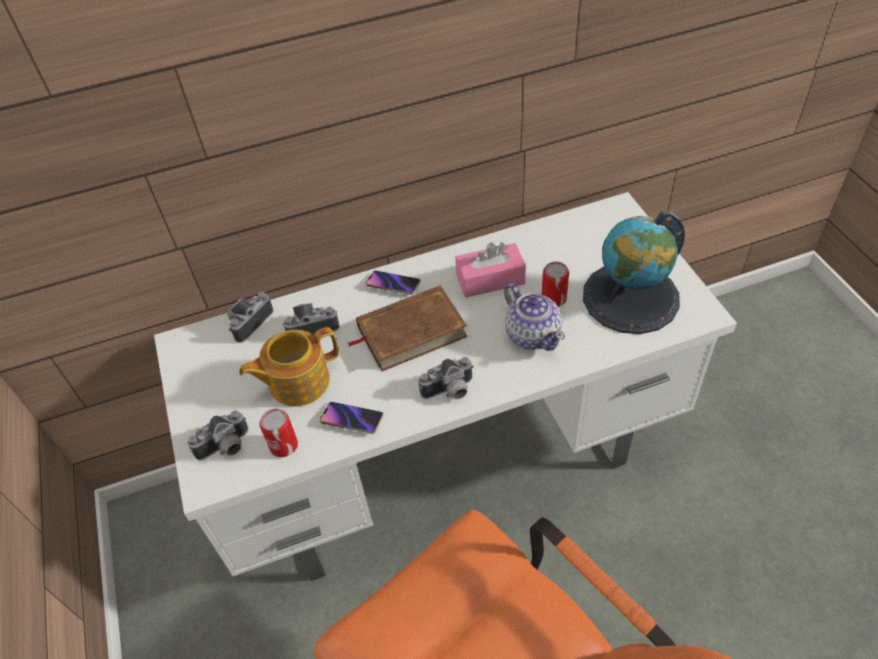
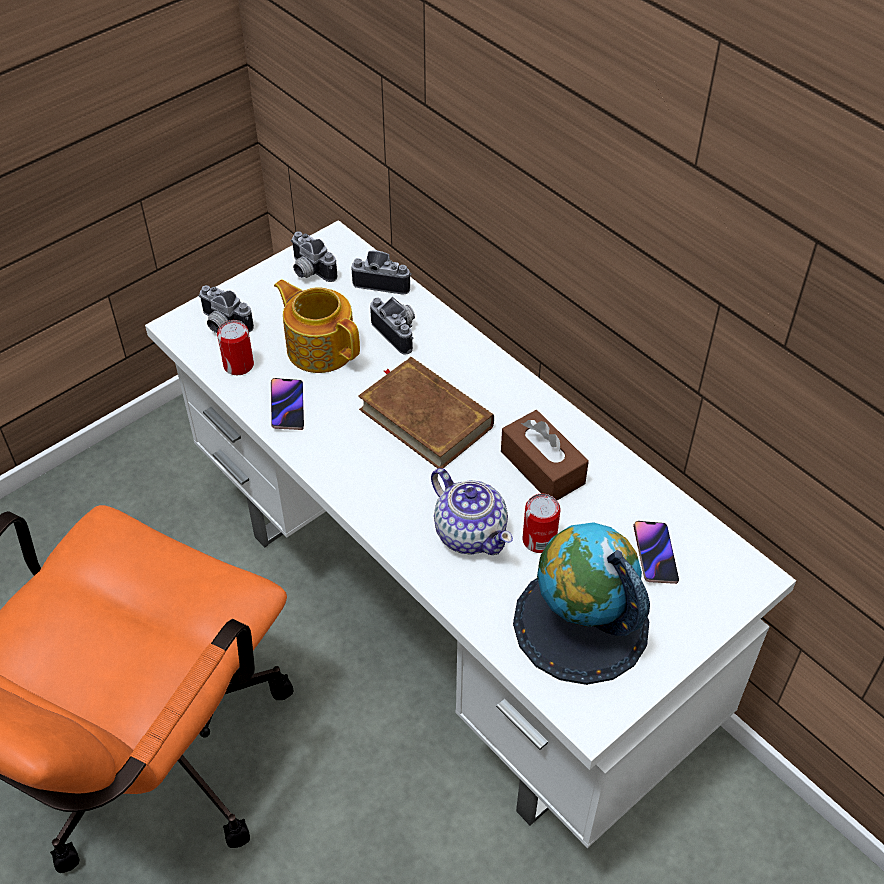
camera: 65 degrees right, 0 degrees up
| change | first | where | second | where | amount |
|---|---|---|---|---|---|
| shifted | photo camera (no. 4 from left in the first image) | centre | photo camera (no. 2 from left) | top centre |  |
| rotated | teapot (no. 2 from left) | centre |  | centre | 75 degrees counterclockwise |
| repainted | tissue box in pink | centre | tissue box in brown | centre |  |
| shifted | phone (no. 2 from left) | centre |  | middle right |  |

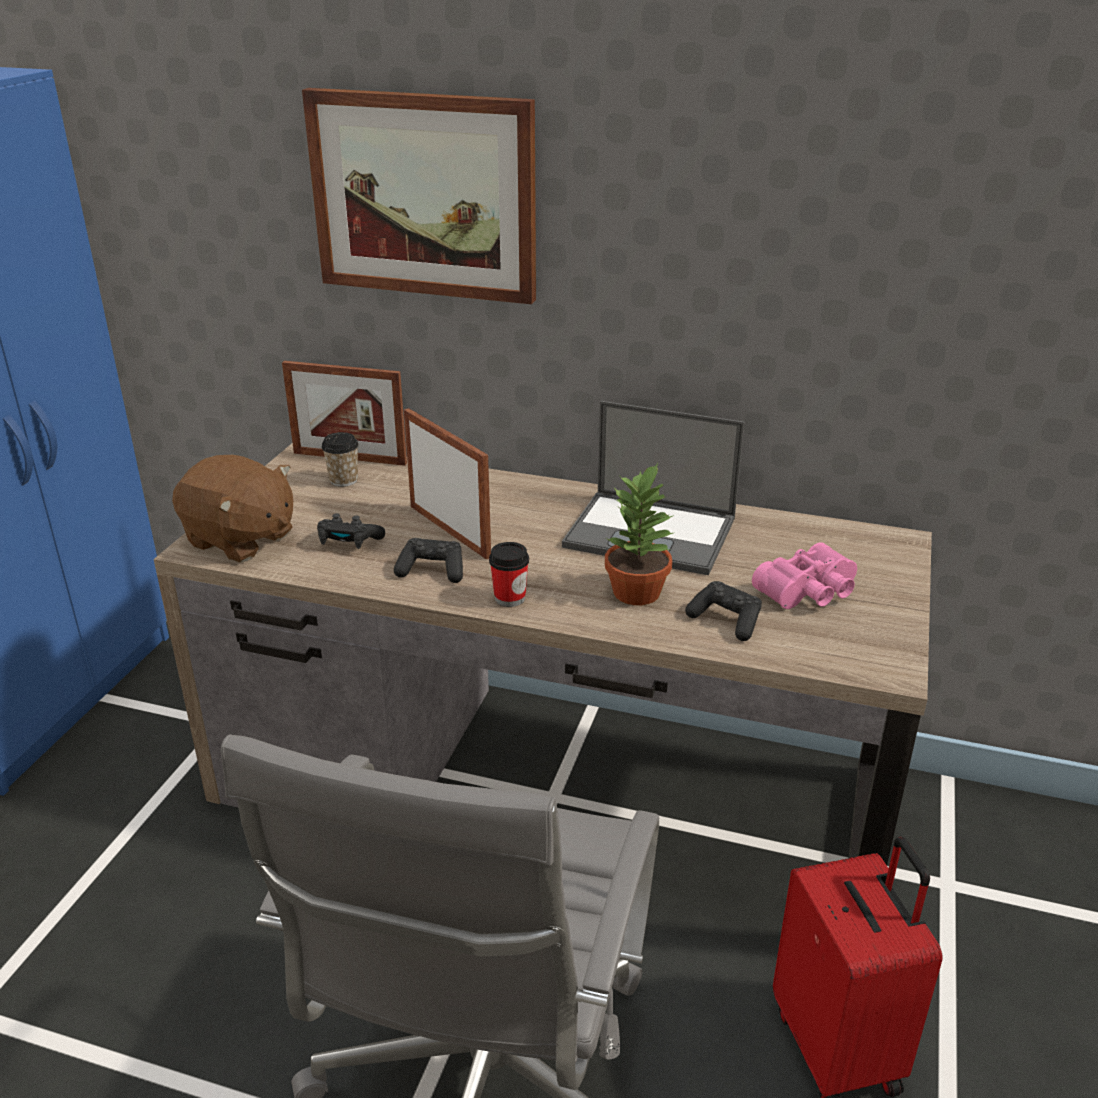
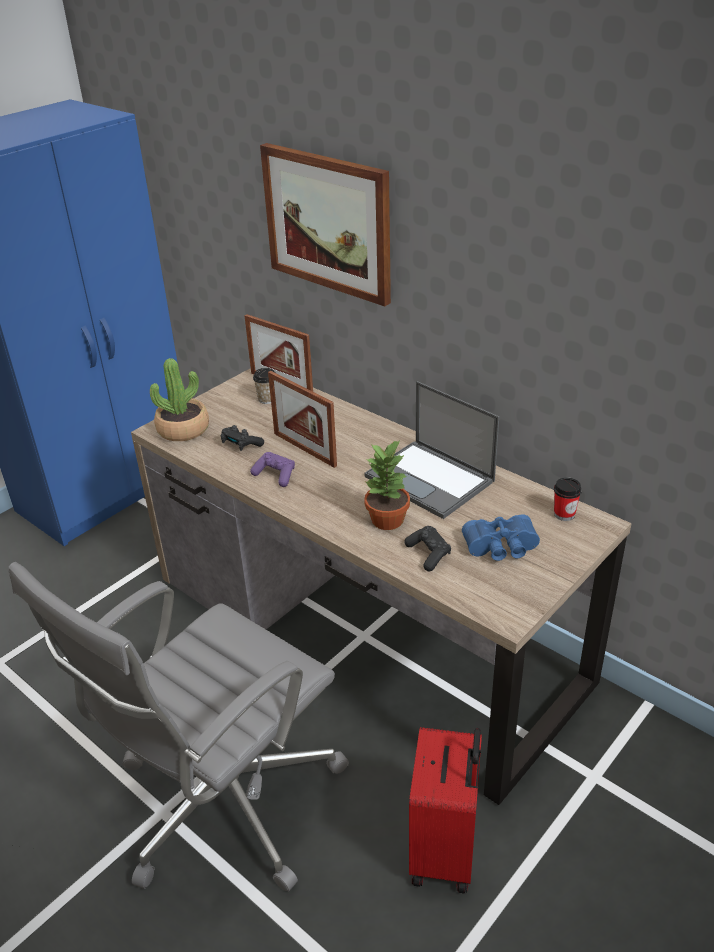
camera: 25 degrees right, 5 degrees up
| change | first | where | second | where | amount |
|---|---|---|---|---|---|
| swapped | plush toy in brown | middle left | potted plant (no. 1 from left) | middle left |  |
| repainted | game controller in black (no. 2 from left) | centre | game controller in purple | centre |  |
| rotated | picture frame (no. 2 from left) | centre |  | centre | 150 degrees clockwise |
| repainted | binoculars in pink | middle right | binoculars in blue | middle right |  |
| shifted | cup (no. 2 from left) | centre |  | middle right |  |

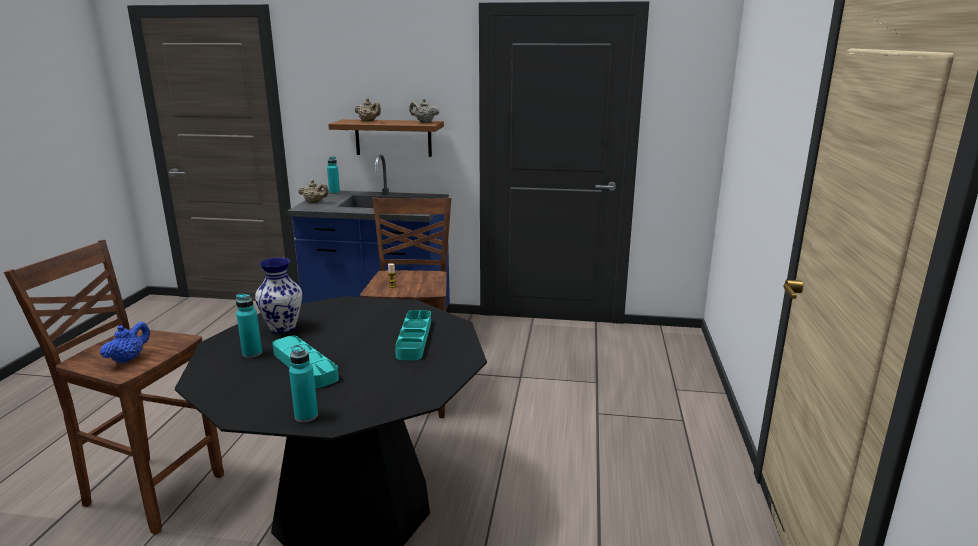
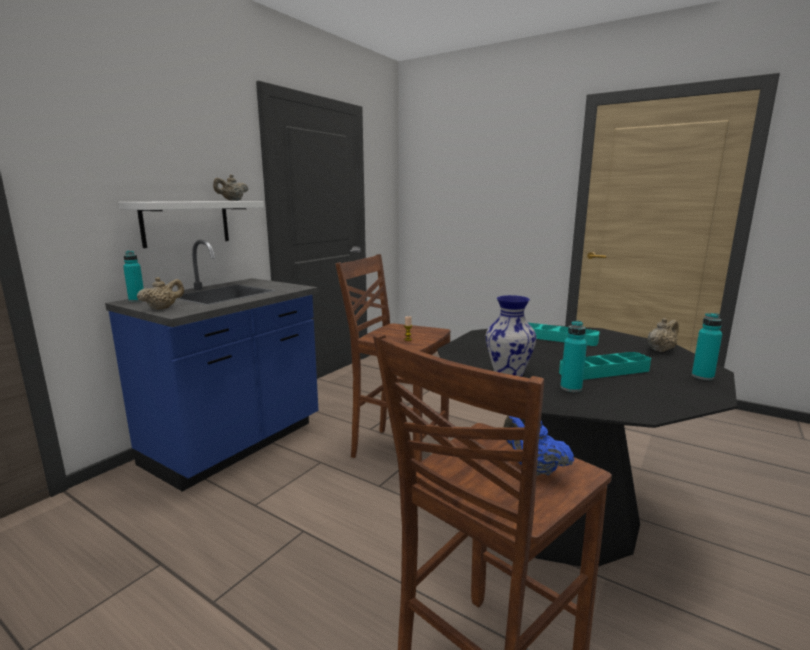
camera: 65 degrees left, 5 degrees down
| change | first | where | second | where | amount |
|---|---|---|---|---|---|
| repainted | shelf in brown | top centre | shelf in white | middle left |  |
| shifted | teapot in beige (no. 2 from left in the first image) | top centre | teapot in beige (no. 3 from left) | middle right |  |

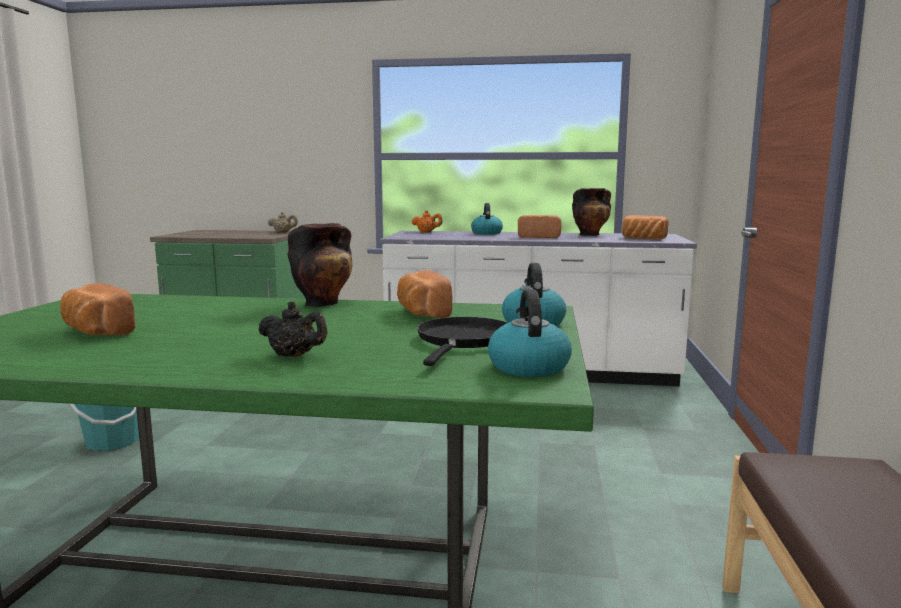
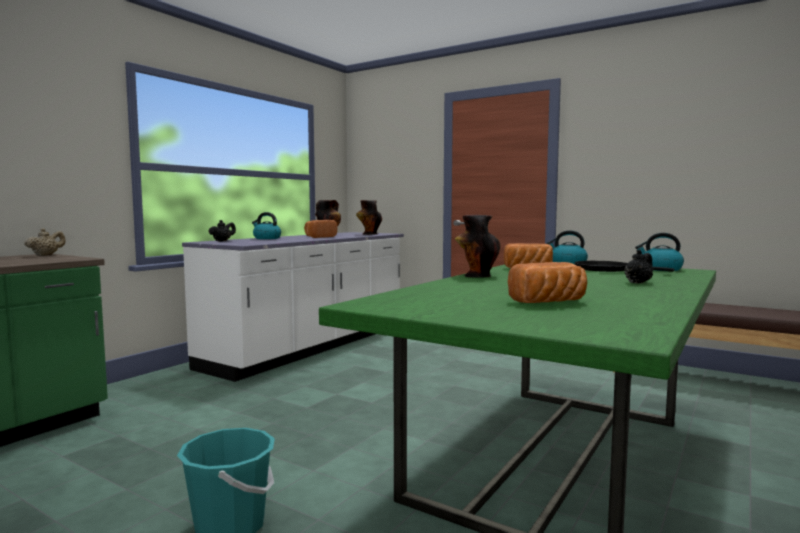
camera: 65 degrees left, 5 degrees down
| change | first | where | second | where | amount |
|---|---|---|---|---|---|
| repainted | teapot in orange | centre | teapot in black (no. 1 from left) | middle left |  |
| swapped | bread (no. 4 from left) | middle right | vase (no. 2 from left) | centre |  |

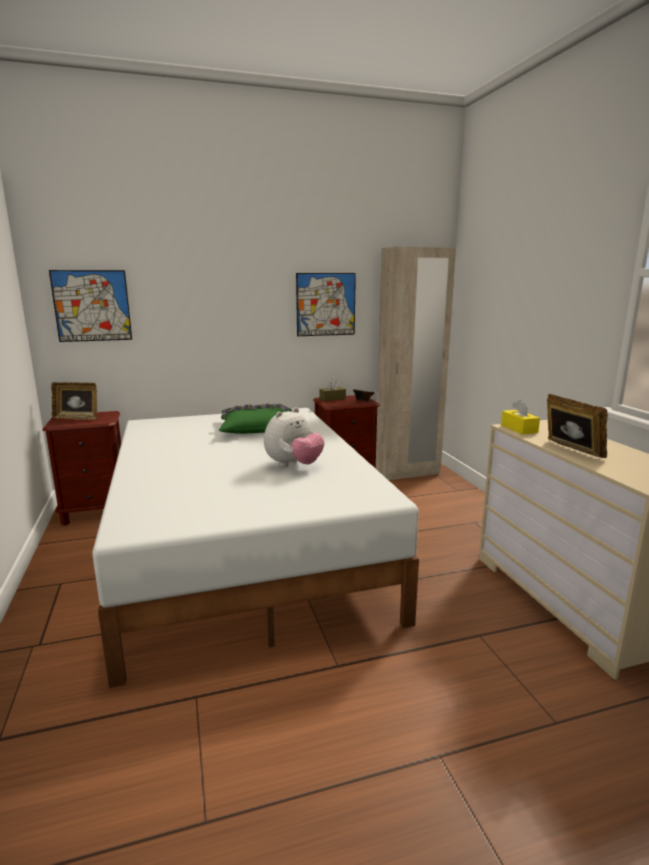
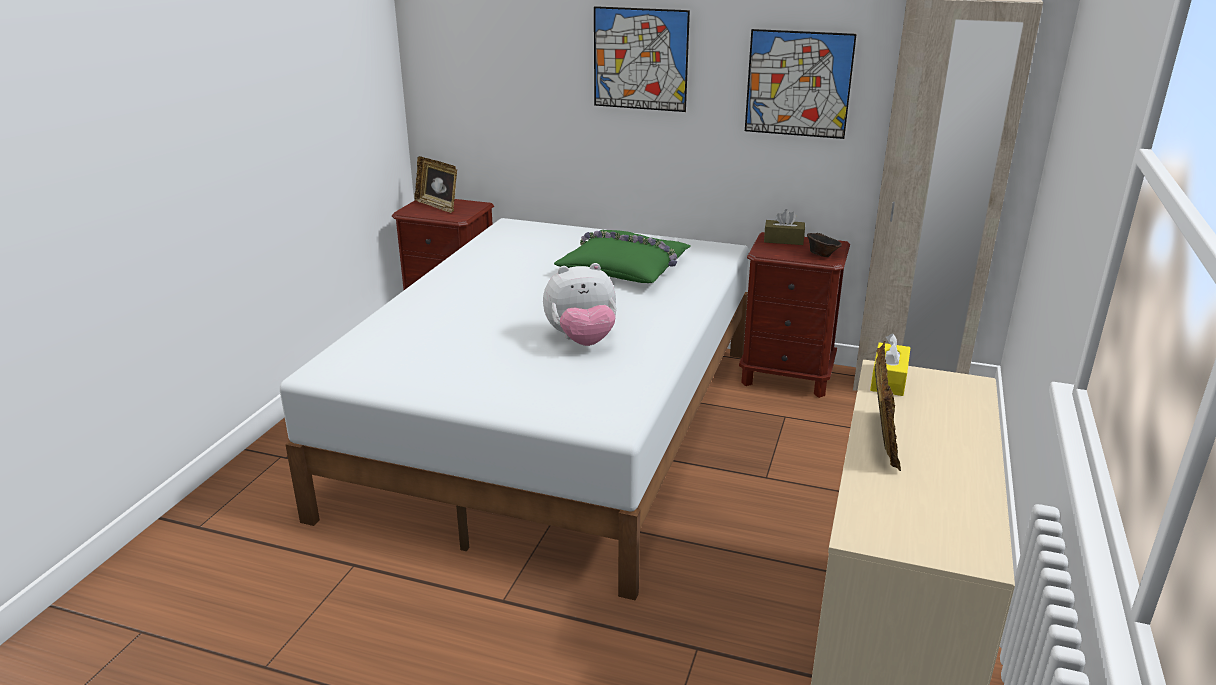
camera: 35 degrees right, 10 degrees up
| change | first | where | second | where | amount |
|---|---|---|---|---|---|
| shifted | picture (no. 1 from left) | middle left |  | top centre |  |

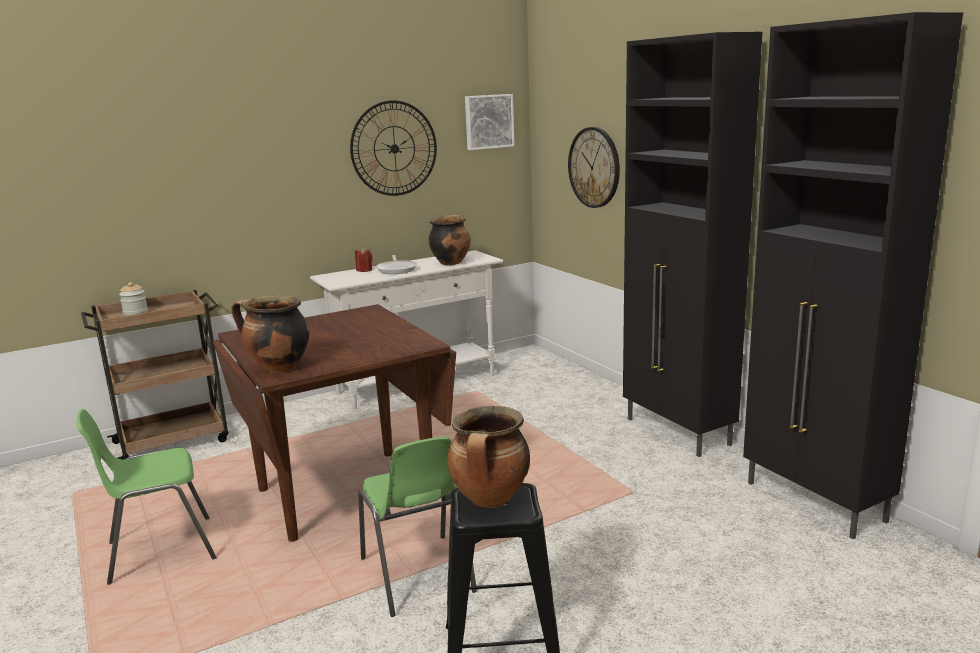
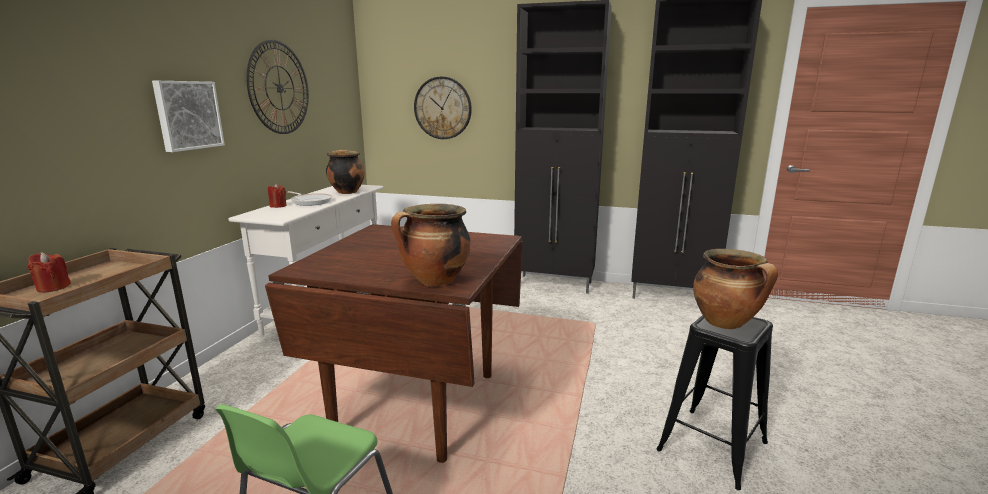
camera: 45 degrees left, 0 degrees up
| change | first | where | second | where | amount |
|---|---|---|---|---|---|
| swapped | jar | middle left | candle in red (no. 1 from left) | middle left |  |
| shifted | picture | top centre |  | top left |  |
| gone | chair in green (no. 2 from left) | bottom centre |  |  |  |

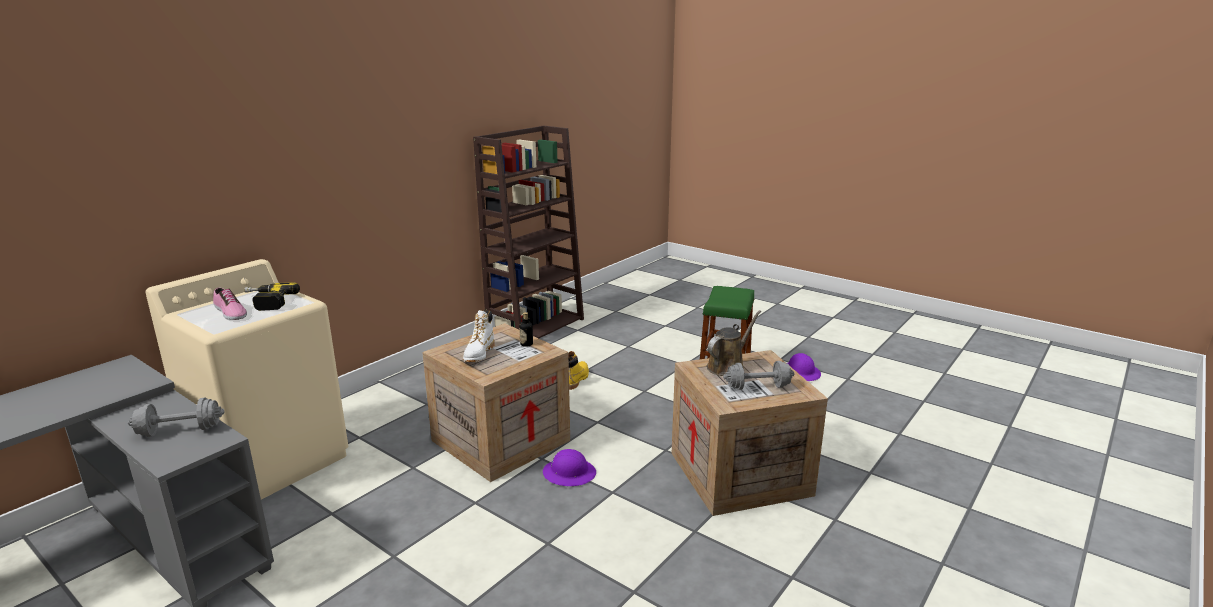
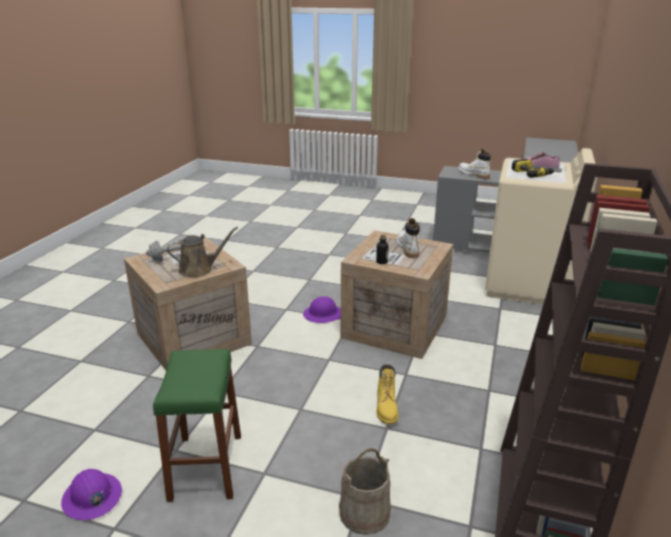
camera: 160 degrees right, 5 degrees up
| change | first | where | second | where | amount |
|---|---|---|---|---|---|
| rotated | watering can in brown | centre |  | middle left | 135 degrees counterclockwise |
| new |  |  | bucket in beige | bottom centre |  |
| swapped | dumbbell in grey (no. 1 from left) | bottom left | boot in white (no. 2 from left) | top right |  |

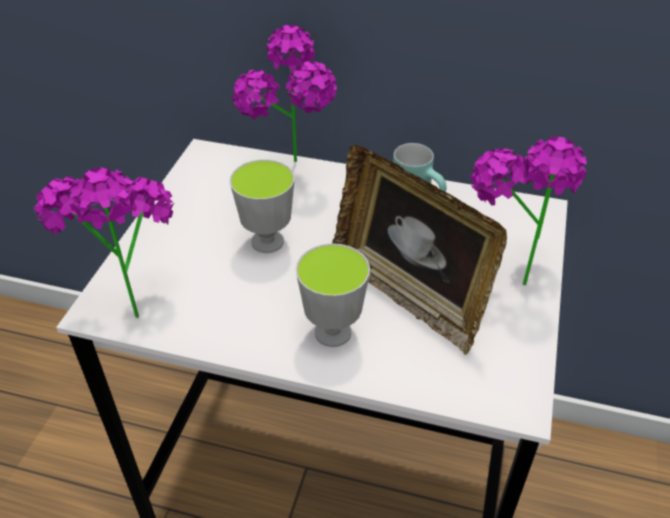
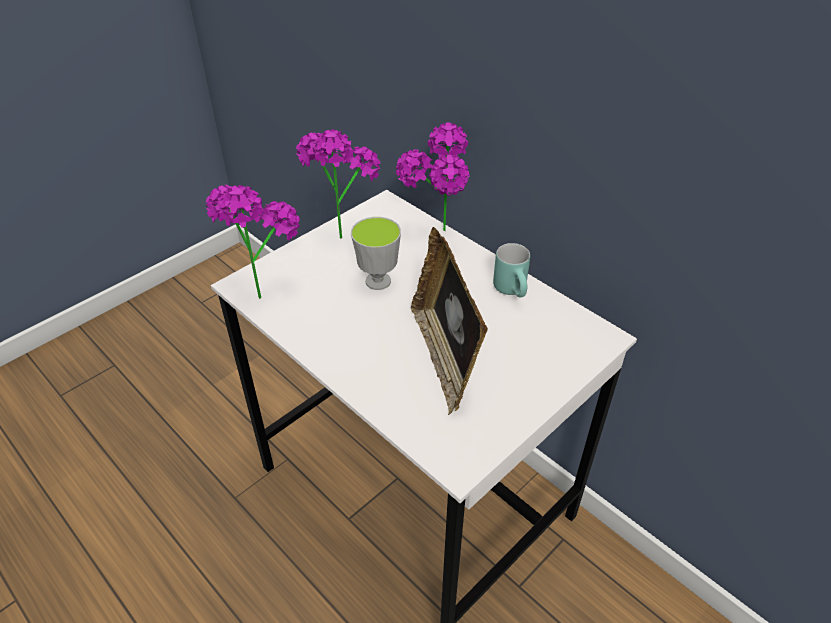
camera: 30 degrees right, 0 degrees up
| change | first | where | second | where | amount |
|---|---|---|---|---|---|
| shifted | potted plant (no. 3 from left in the first image) | middle right | potted plant (no. 2 from left) | top centre |  |
| gone | cup (no. 2 from left) | centre |  |  |  |

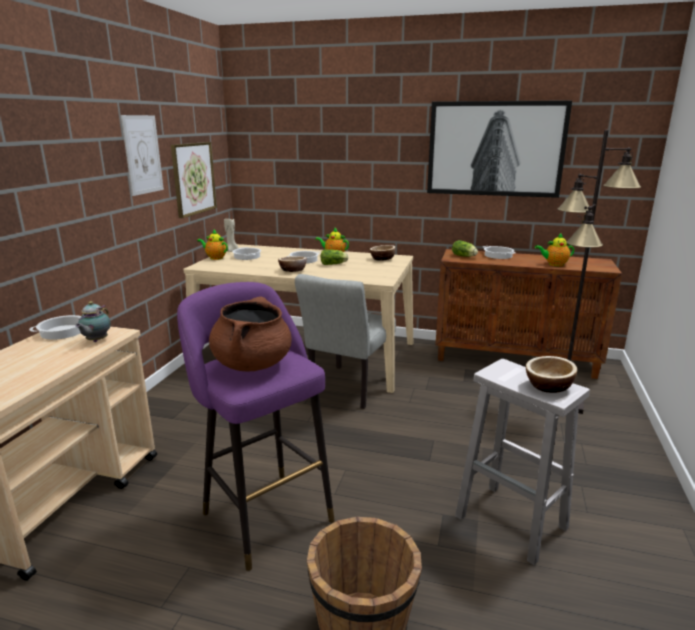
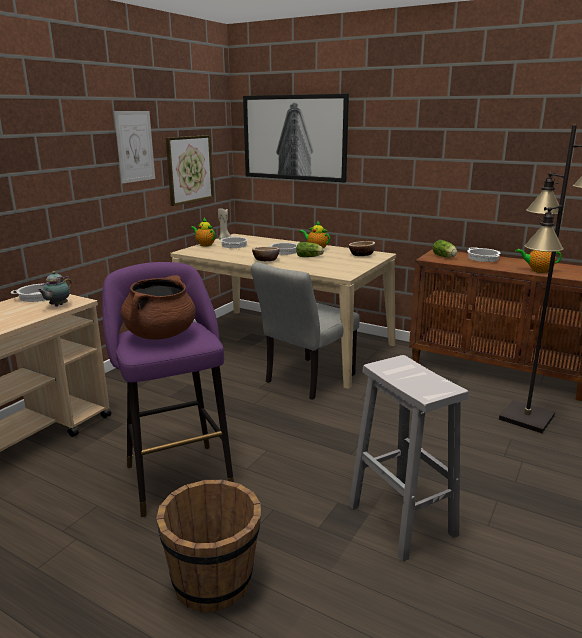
camera: 15 degrees right, 0 degrees up
| change | first | where | second | where | amount |
|---|---|---|---|---|---|
| shifted | picture (no. 3 from left) | top right |  | top centre |  |
| gone | bowl (no. 3 from left) | middle right |  |  |  |

